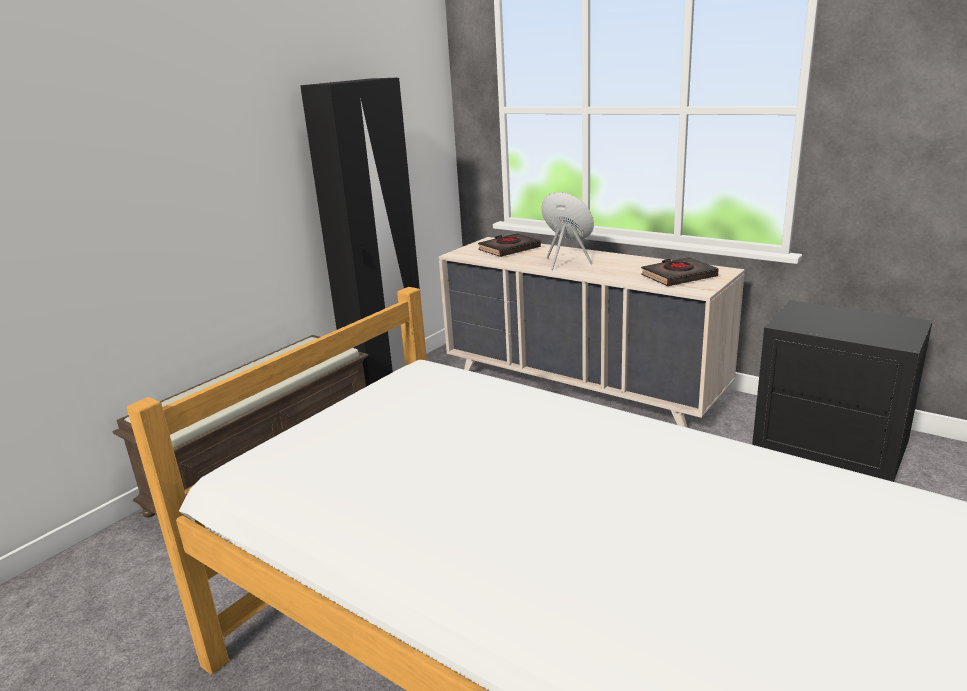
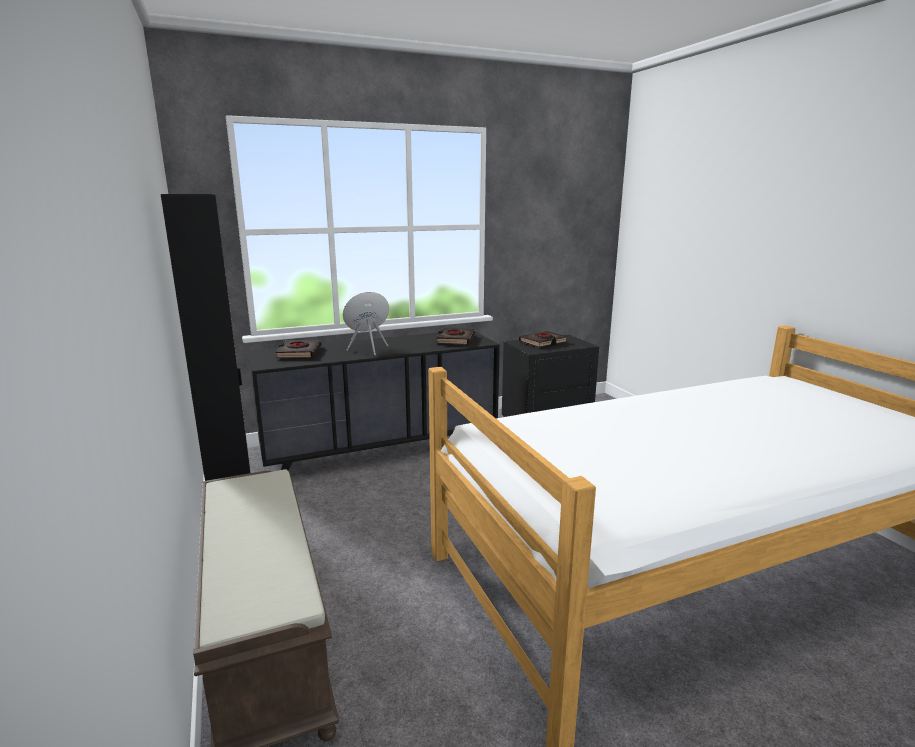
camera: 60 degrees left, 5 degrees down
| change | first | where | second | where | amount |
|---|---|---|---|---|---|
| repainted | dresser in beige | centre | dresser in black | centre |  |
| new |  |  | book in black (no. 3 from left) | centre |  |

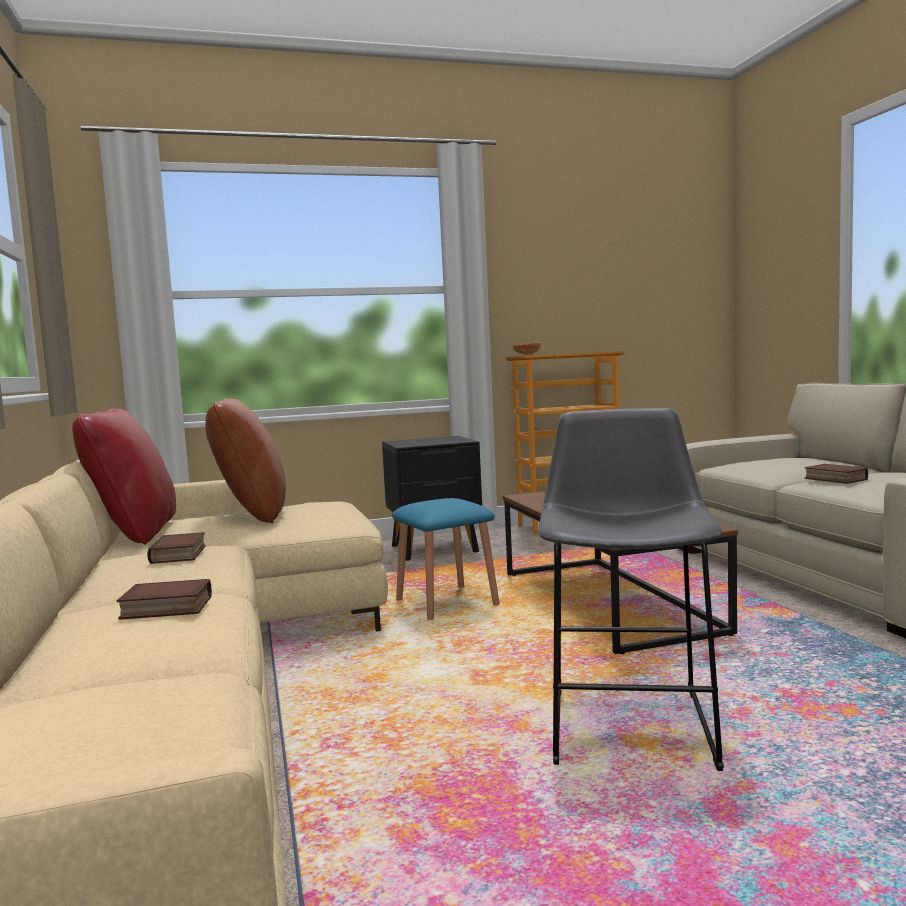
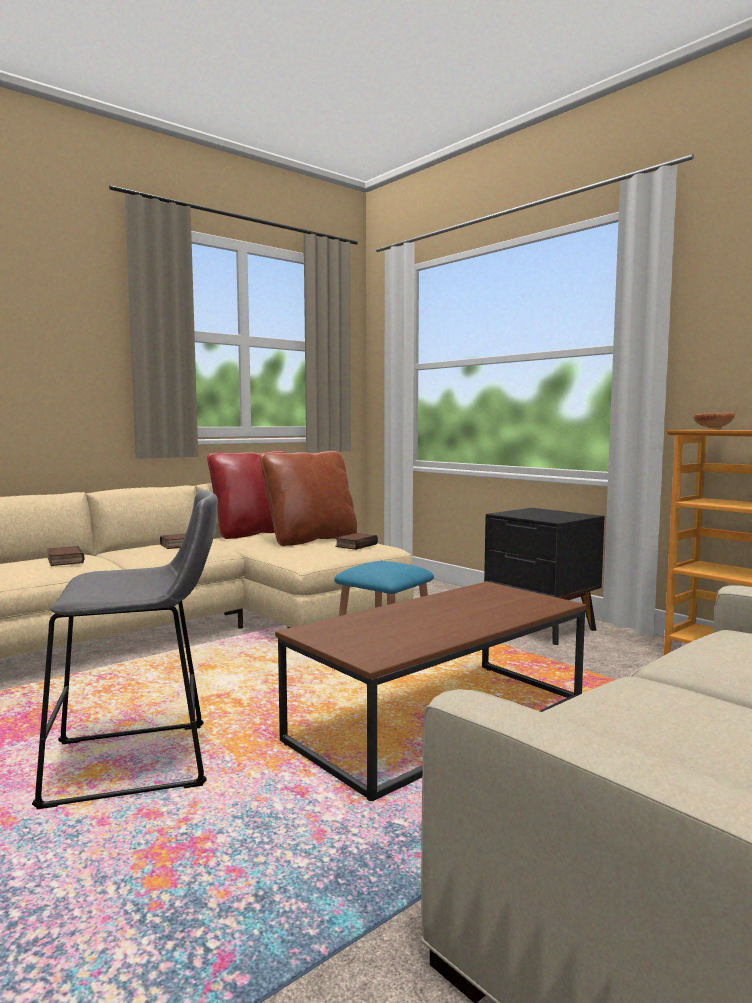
camera: 65 degrees right, 0 degrees up
| change | first | where | second | where | amount |
|---|---|---|---|---|---|
| shifted | book (no. 3 from left) | middle right |  | centre |  |

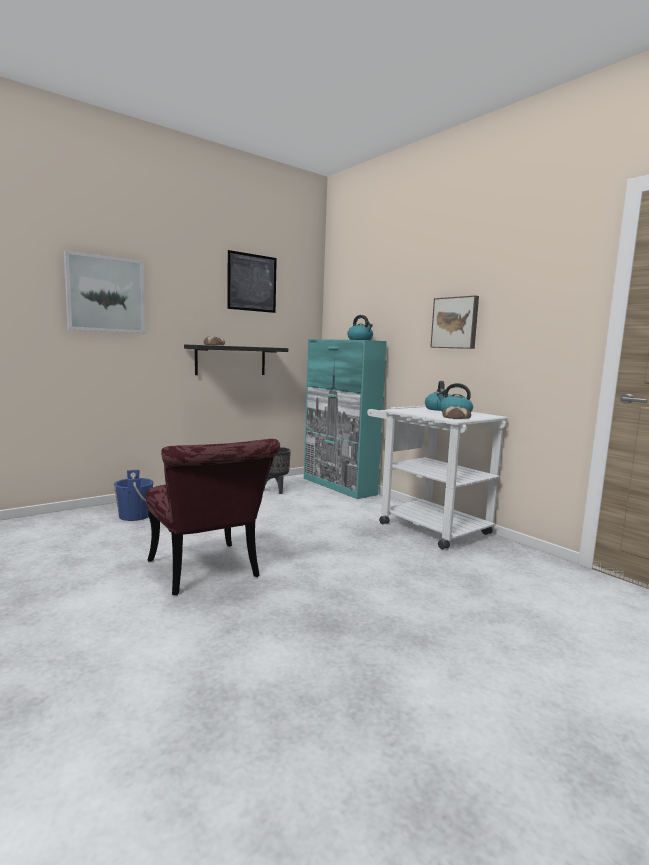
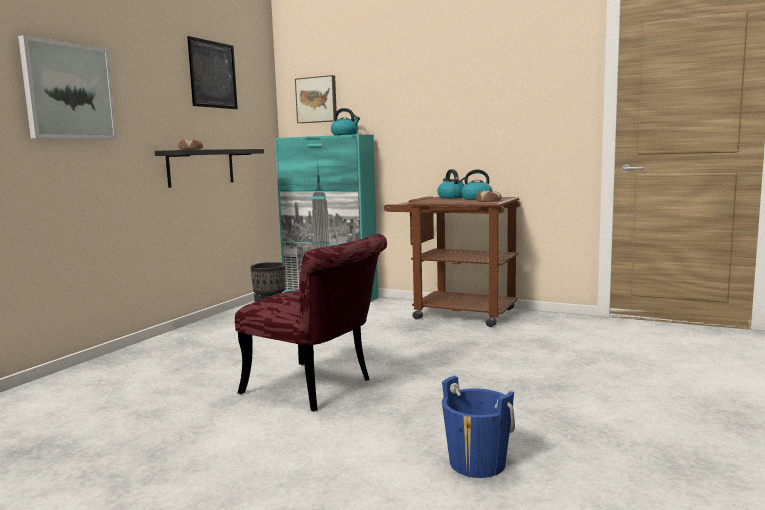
camera: 25 degrees left, 0 degrees up
| change | first | where | second | where | amount |
|---|---|---|---|---|---|
| shifted | picture (no. 3 from left) | middle right |  | top centre |  |
| repainted | cart in white | middle right | cart in brown | centre |  |
| shifted | bucket in blue | middle left |  | bottom centre |  |

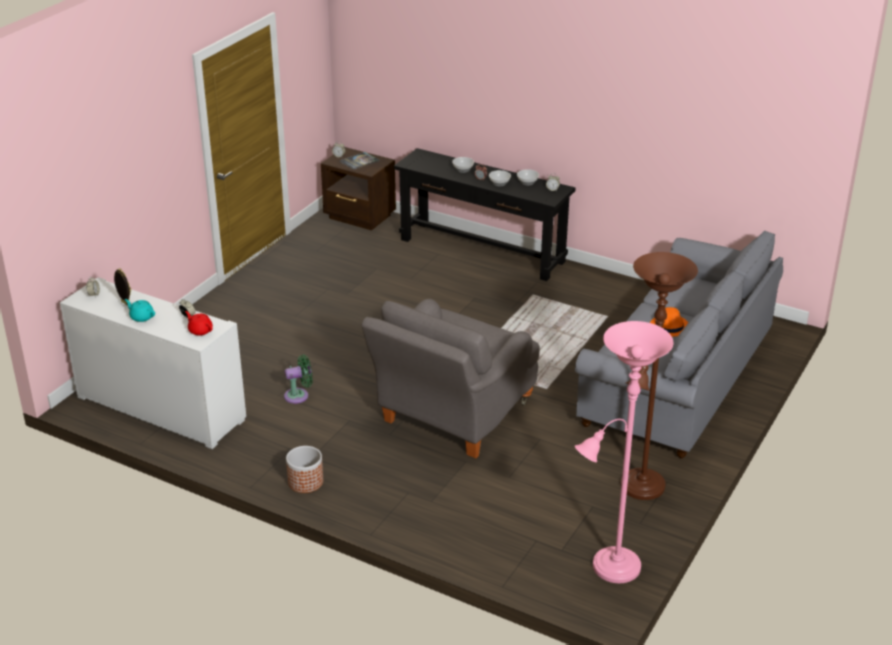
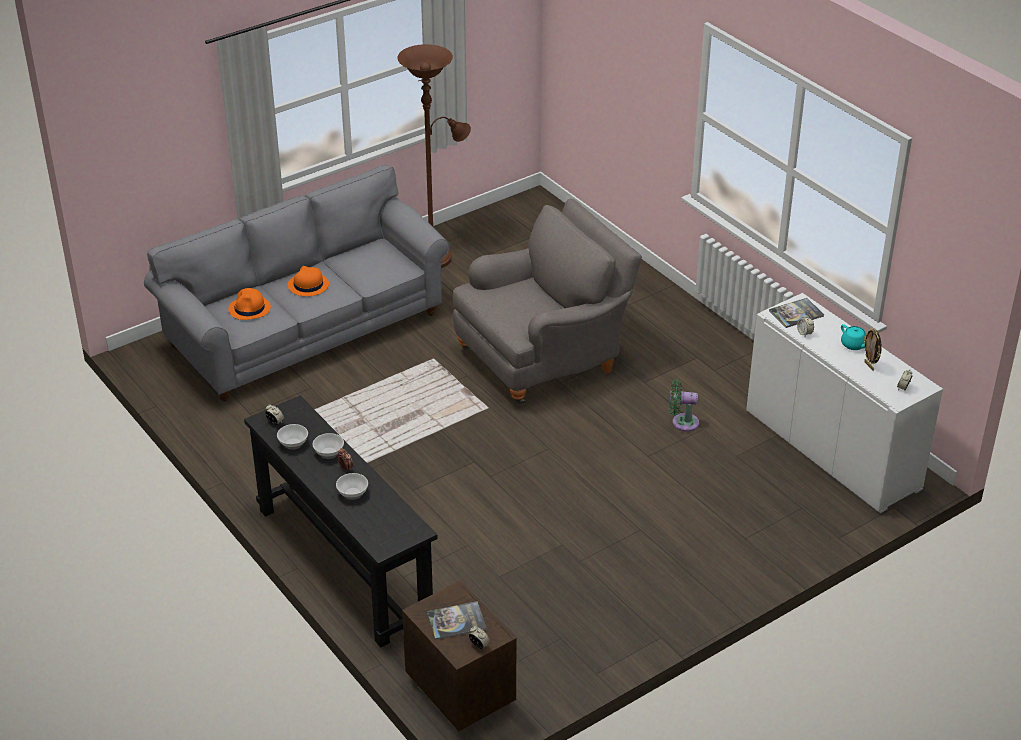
camera: 155 degrees left, 5 degrees up
| change | first | where | second | where | amount |
|---|---|---|---|---|---|
| new |  |  | hat in orange (no. 1 from left) | middle left |  |
| swapped | teapot in red | middle left | book (no. 2 from left) | middle right |  |
| gone | planter | bottom centre |  |  |  |
| gone | floor lamp in pink | bottom right |  |  |  |

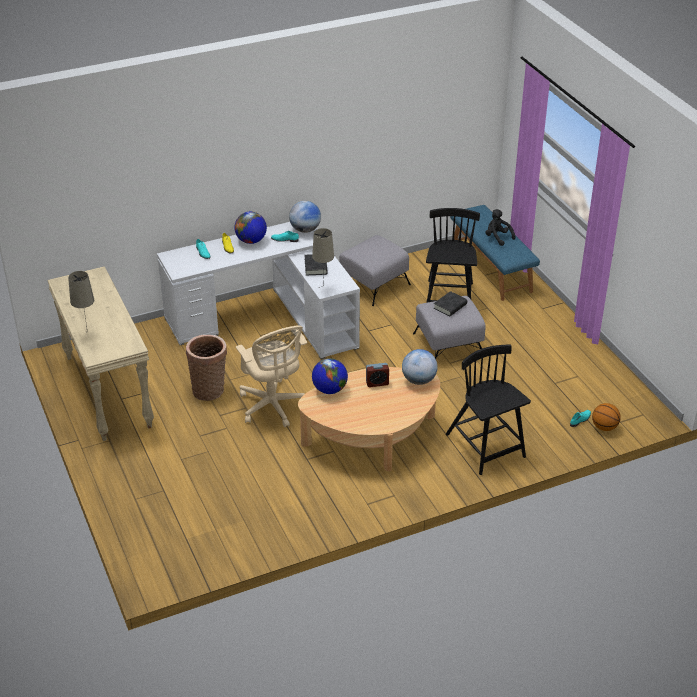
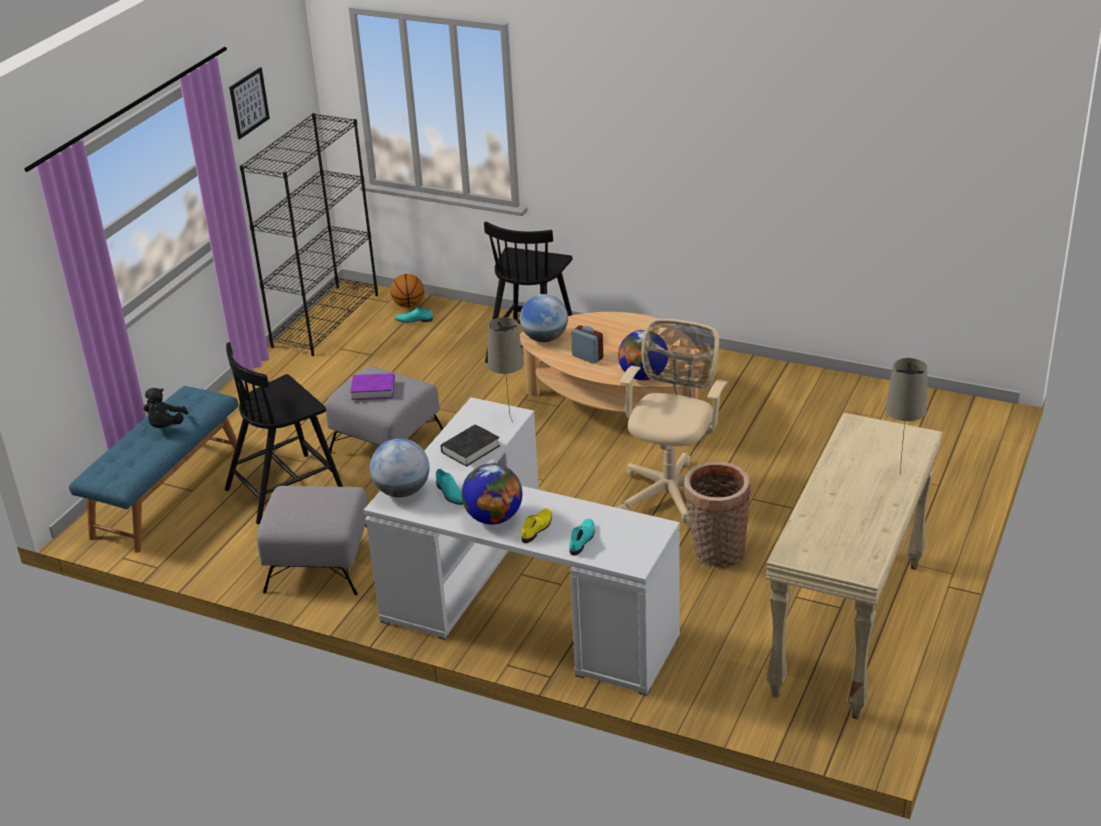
camera: 130 degrees left, 5 degrees down
| change | first | where | second | where | amount |
|---|---|---|---|---|---|
| new |  |  | picture | top left |  |
| new |  |  | bookcase in black | top left |  |
| repainted | book in black (no. 2 from left) | centre | book in purple | centre |  |

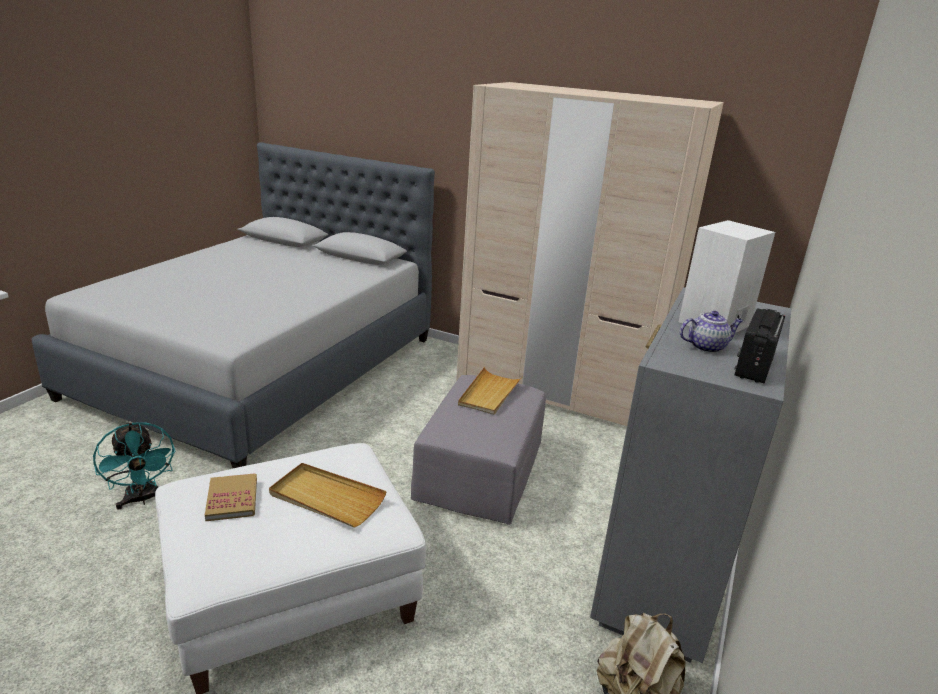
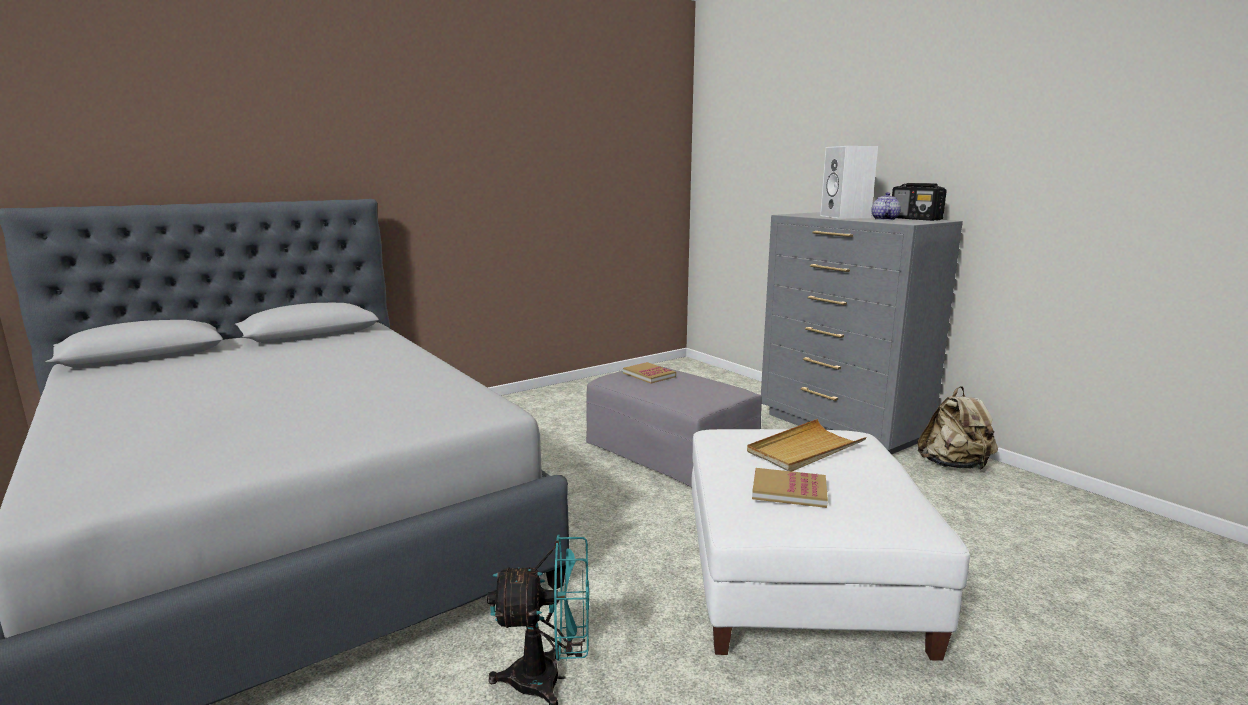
camera: 60 degrees left, 10 degrees down
| change | first | where | second | where | amount |
|---|---|---|---|---|---|
| swapped | tray in beige (no. 2 from left) | centre | book (no. 1 from left) | centre |  |
| gone | wardrobe in beige | centre |  |  |  |

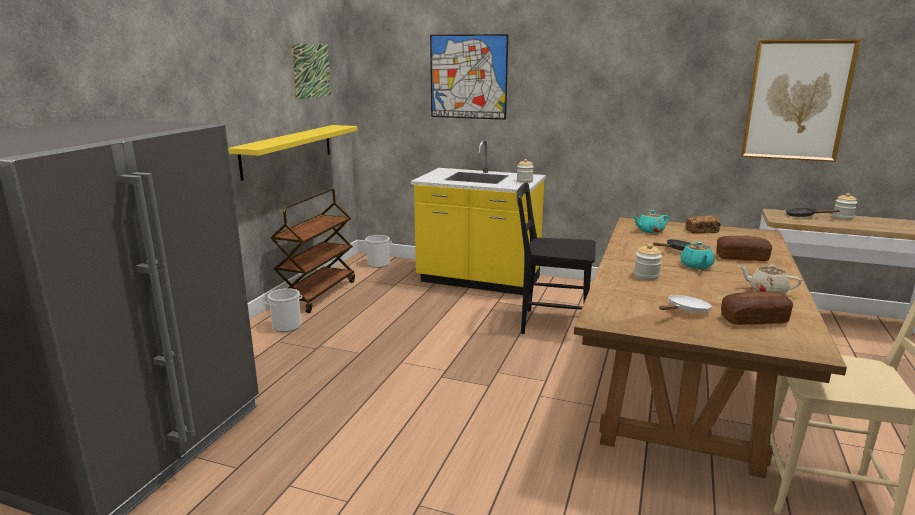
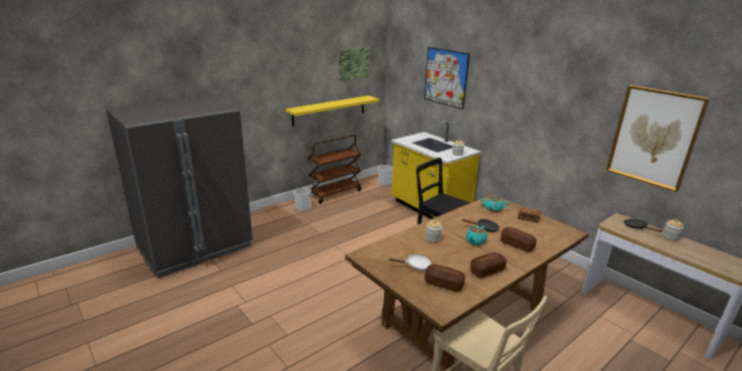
camera: 30 degrees right, 5 degrees up
| change | first | where | second | where | amount |
|---|---|---|---|---|---|
| swapped | teapot in beige | middle right | bread (no. 2 from left) | bottom centre |  |

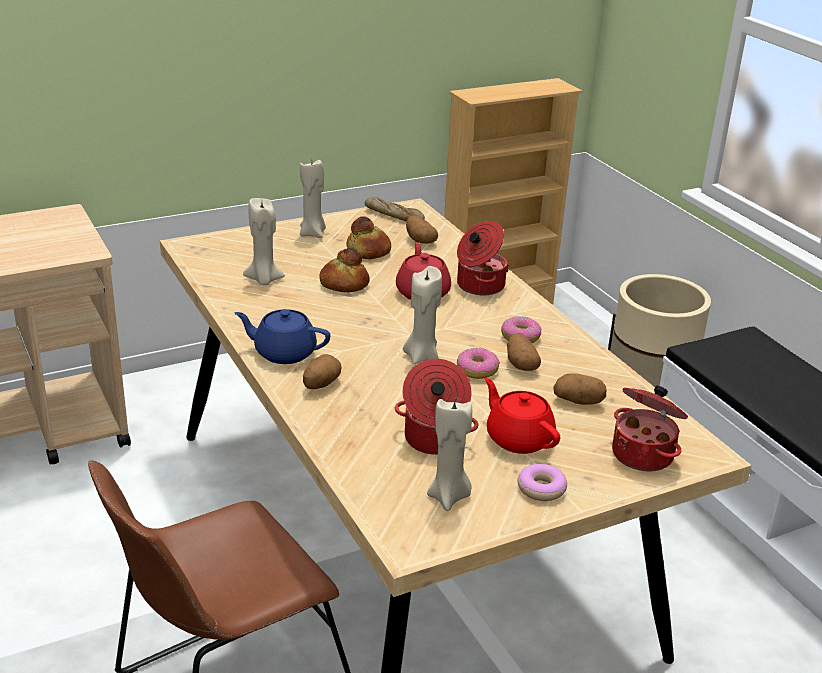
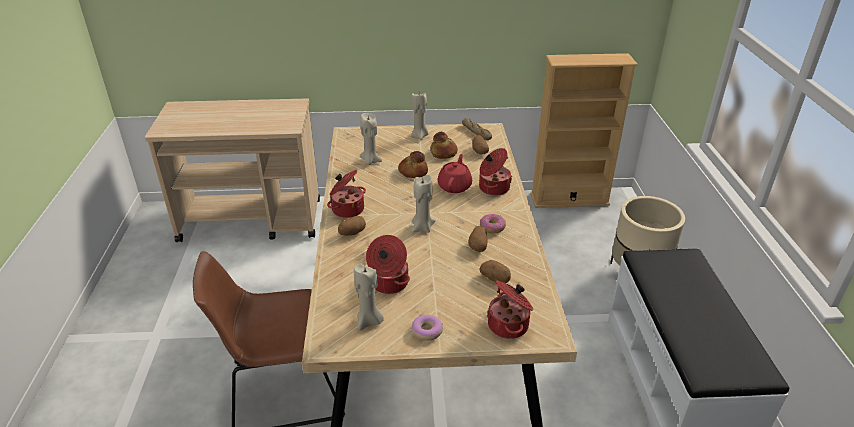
camera: 25 degrees right, 5 degrees up
| change | first | where | second | where | amount |
|---|---|---|---|---|---|
| swapped | teapot in blue | centre | cooking pot (no. 1 from left) | centre |  |
| gone | donut (no. 1 from left) | centre |  |  |  |
| gone | teapot in red (no. 2 from left) | centre |  |  |  |

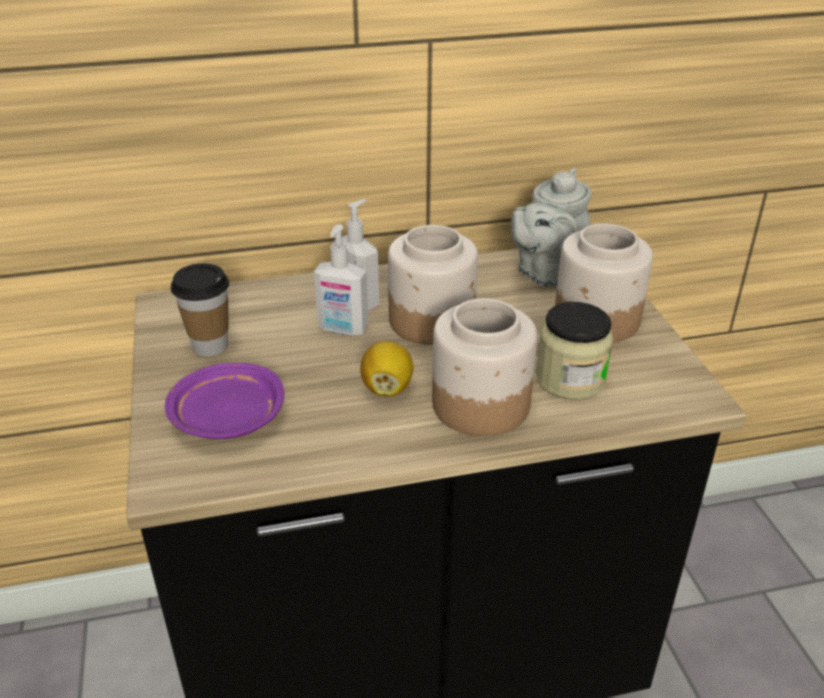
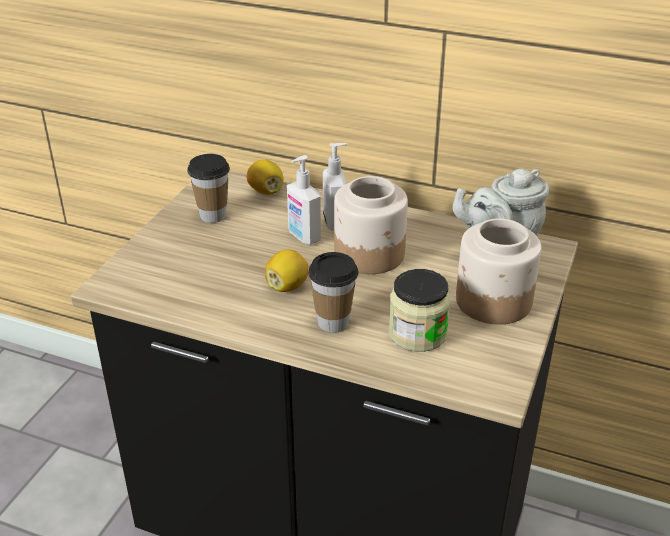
camera: 35 degrees right, 0 degrees up
| change | first | where | second | where | amount |
|---|---|---|---|---|---|
| new |  |  | lemon (no. 1 from left) | top centre |  |
| swapped | jar (no. 2 from left) | centre | cup (no. 2 from left) | centre |  |
| gone | plate in purple | middle left |  |  |  |

